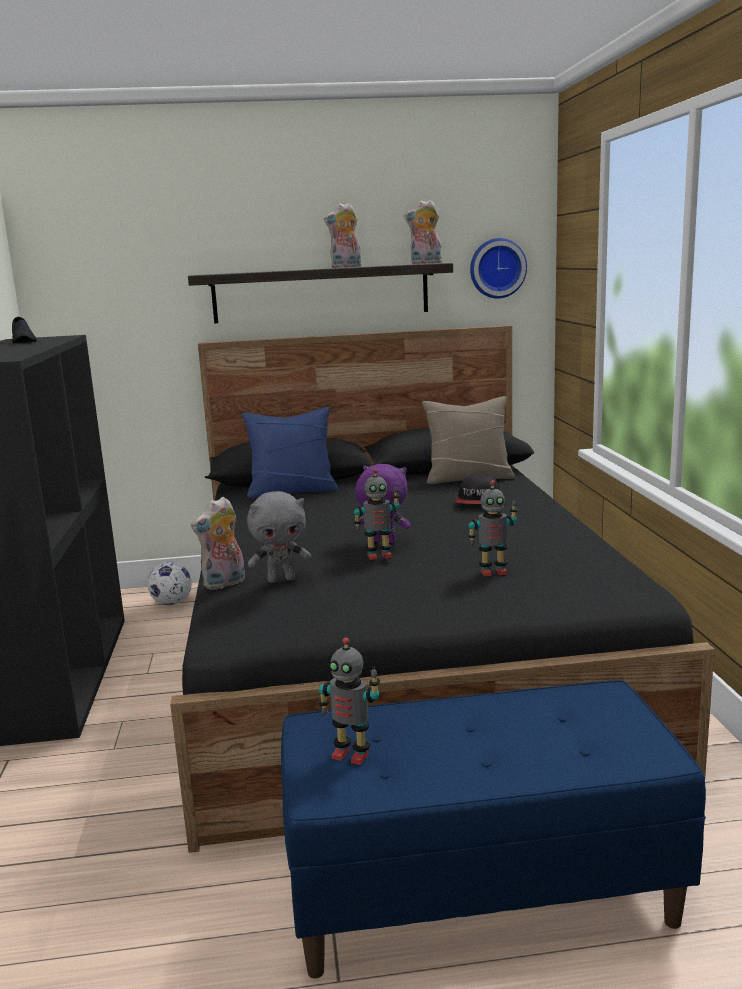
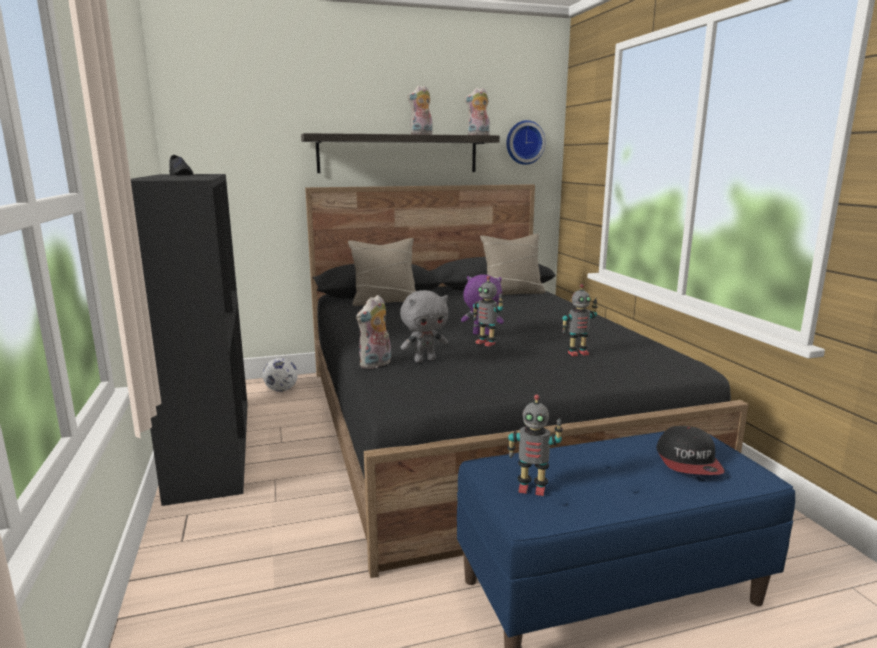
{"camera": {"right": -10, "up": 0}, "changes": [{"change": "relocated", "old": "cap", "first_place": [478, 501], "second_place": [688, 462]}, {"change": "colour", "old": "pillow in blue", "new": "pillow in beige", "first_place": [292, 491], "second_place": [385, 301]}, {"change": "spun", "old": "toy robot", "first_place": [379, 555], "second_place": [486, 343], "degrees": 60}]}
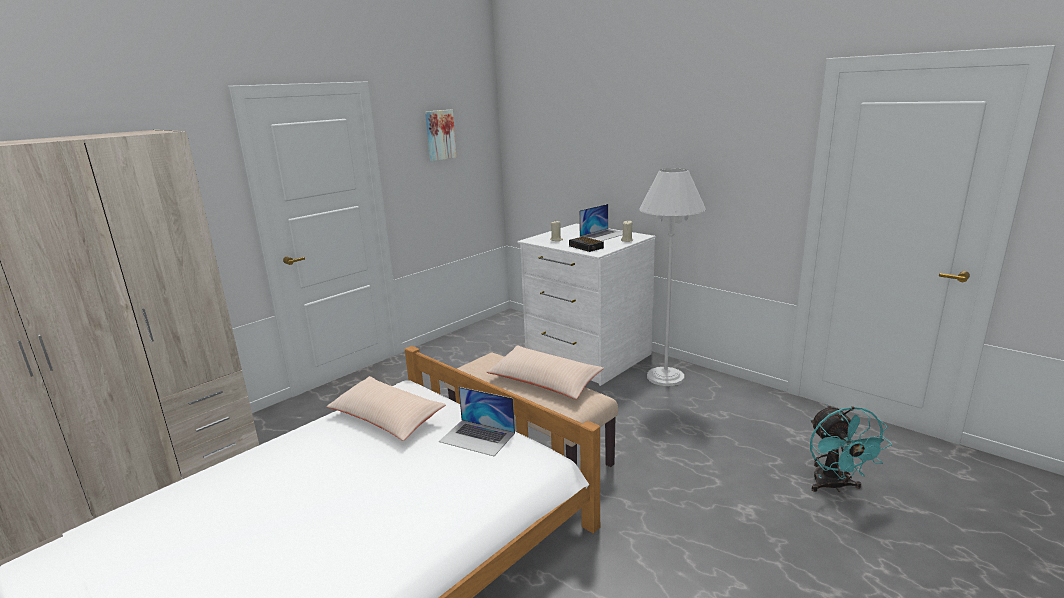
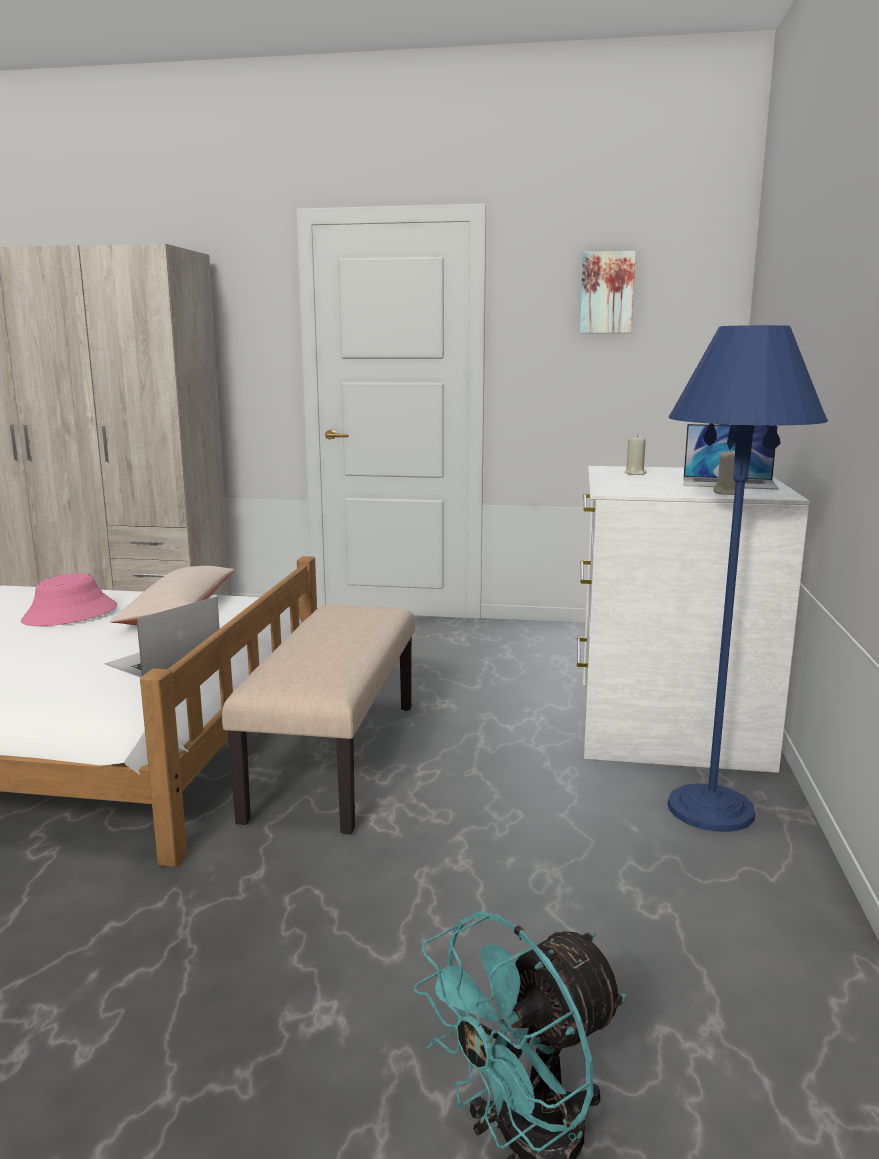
{"camera": {"right": 55, "up": -5}, "changes": [{"change": "missing", "old": "pillow in beige", "first_place": [544, 382]}, {"change": "missing", "old": "alarm clock", "first_place": [586, 247]}, {"change": "appeared", "new": "hat in pink", "second_place": [70, 614]}, {"change": "colour", "old": "floor lamp in white", "new": "floor lamp in blue", "first_place": [665, 377], "second_place": [710, 809]}, {"change": "spun", "old": "laptop", "first_place": [477, 437], "second_place": [164, 658], "degrees": 45}]}
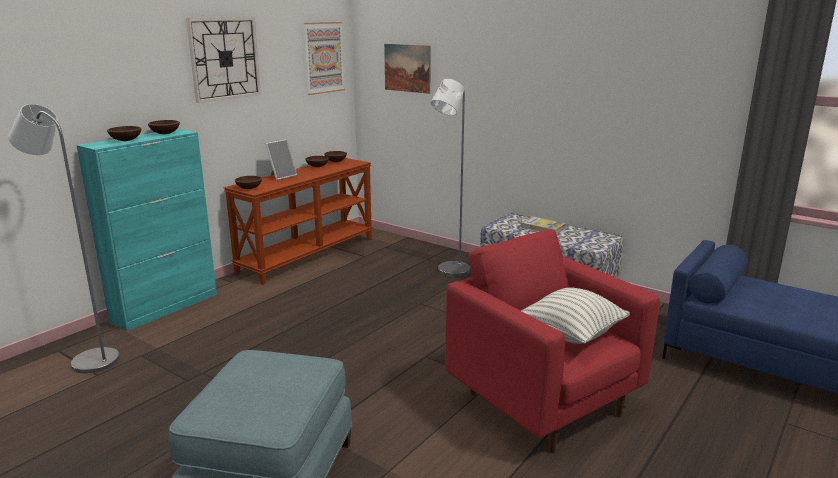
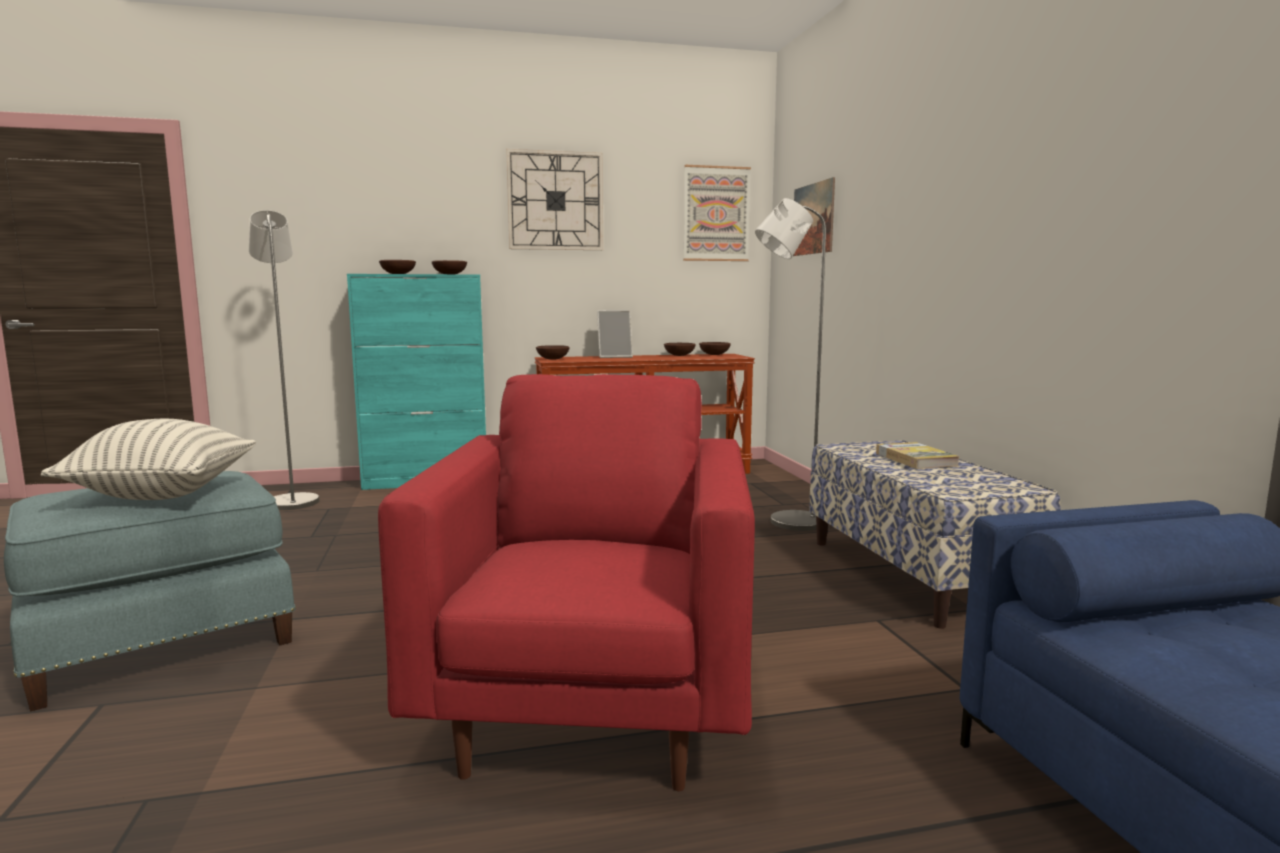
{"camera": {"right": 40, "up": -10}, "changes": [{"change": "relocated", "old": "pillow", "first_place": [571, 334], "second_place": [163, 494]}]}
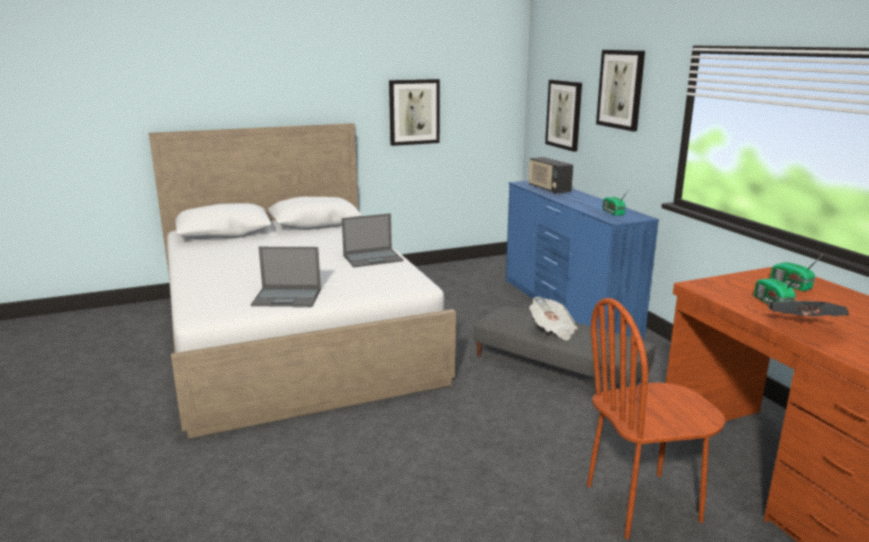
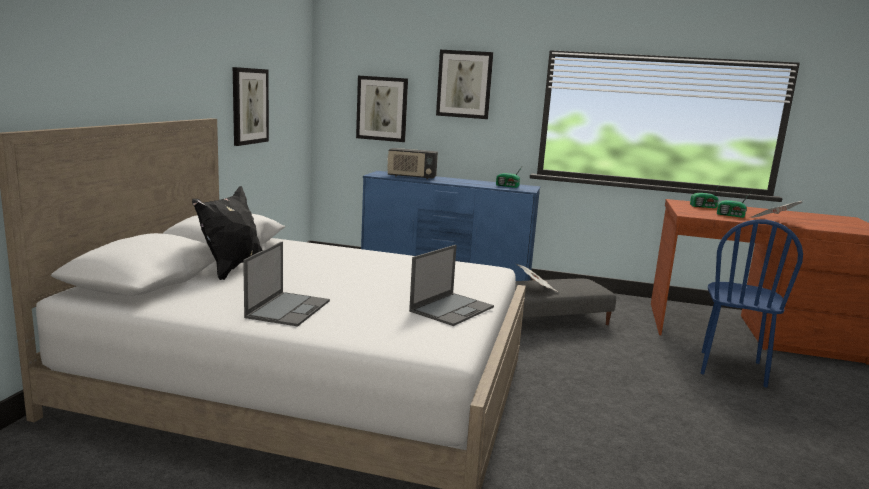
{"camera": {"right": -55, "up": -5}, "changes": [{"change": "appeared", "new": "pillow in black", "second_place": [231, 268]}, {"change": "relocated", "old": "laptop", "first_place": [373, 258], "second_place": [288, 309]}, {"change": "colour", "old": "chair in brown", "new": "chair in blue", "first_place": [643, 503], "second_place": [731, 368]}]}
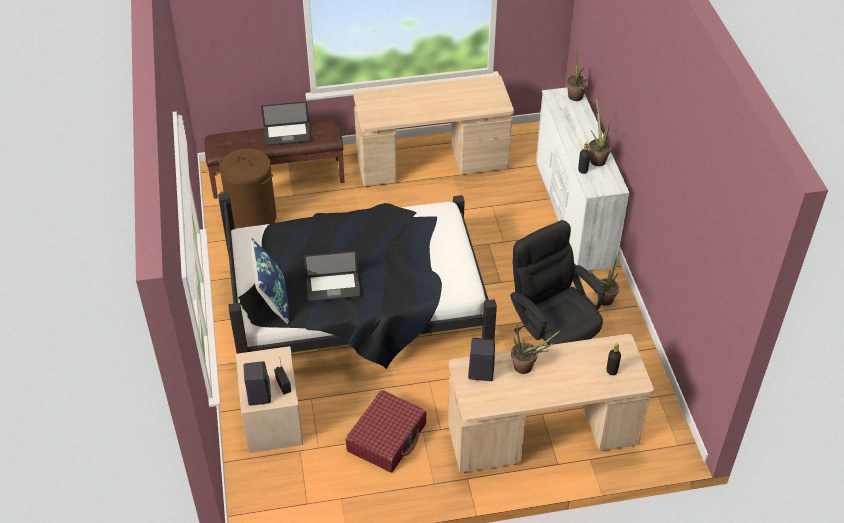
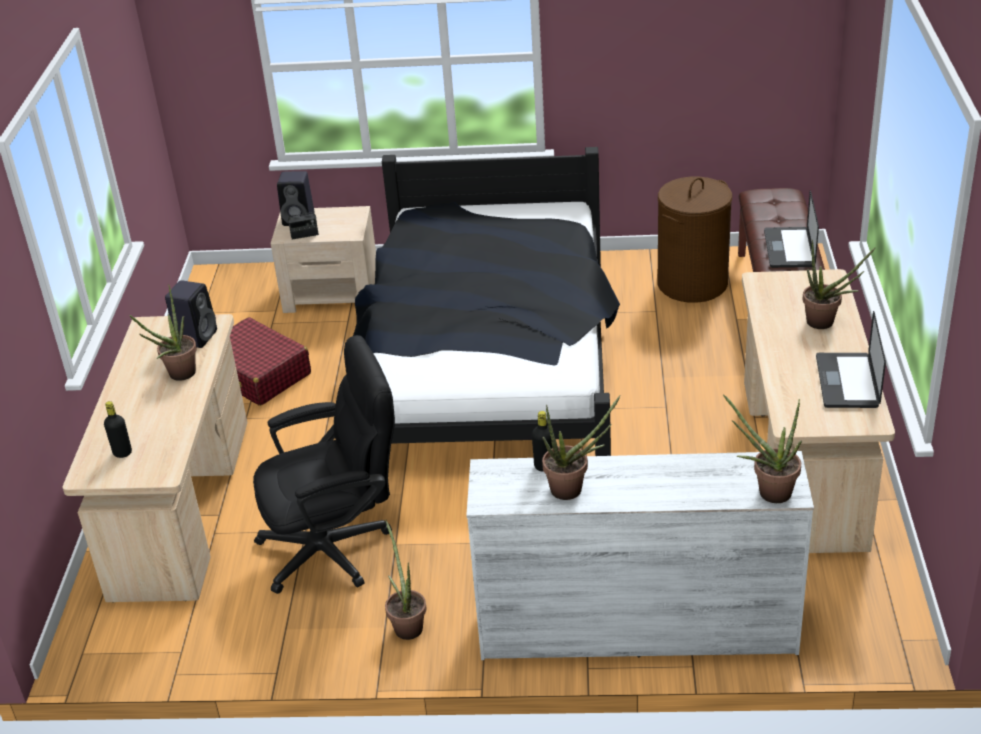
{"camera": {"right": 105, "up": -10}, "changes": [{"change": "missing", "old": "pillow in blue", "first_place": [272, 301]}, {"change": "appeared", "new": "potted plant", "second_place": [826, 323]}, {"change": "relocated", "old": "laptop", "first_place": [333, 288], "second_place": [847, 382]}]}
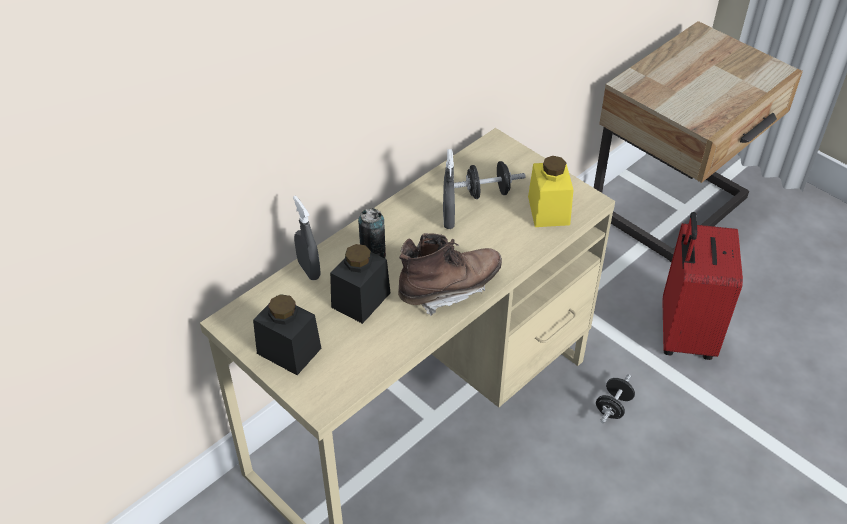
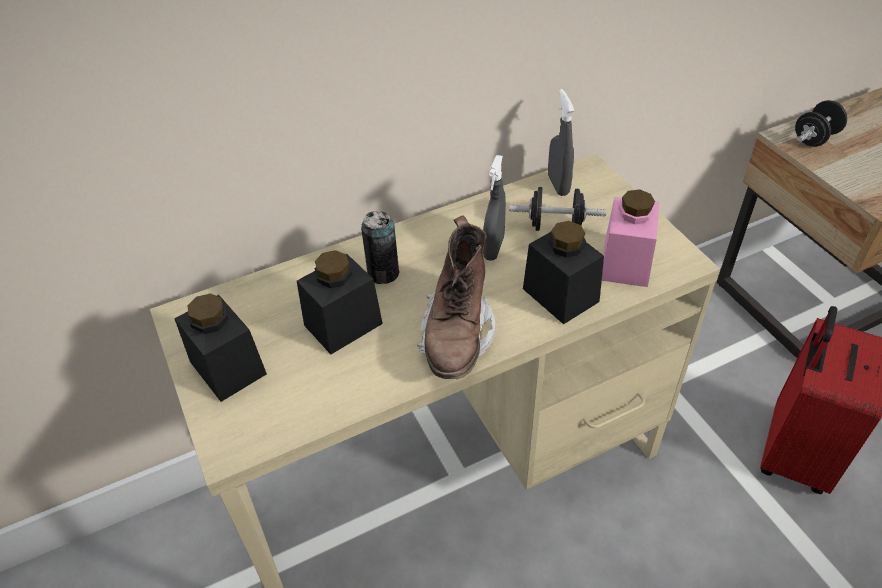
{"camera": {"right": 20, "up": 0}, "changes": [{"change": "appeared", "new": "jar in black", "second_place": [560, 295]}, {"change": "relocated", "old": "spray bottle in grey", "first_place": [309, 270], "second_place": [558, 185]}, {"change": "relocated", "old": "dumbbell in black", "first_place": [613, 407], "second_place": [815, 138]}, {"change": "colour", "old": "jar in yellow", "new": "jar in pink", "first_place": [548, 210], "second_place": [625, 263]}, {"change": "spun", "old": "boot in brown", "first_place": [449, 289], "second_place": [457, 335], "degrees": 105}]}
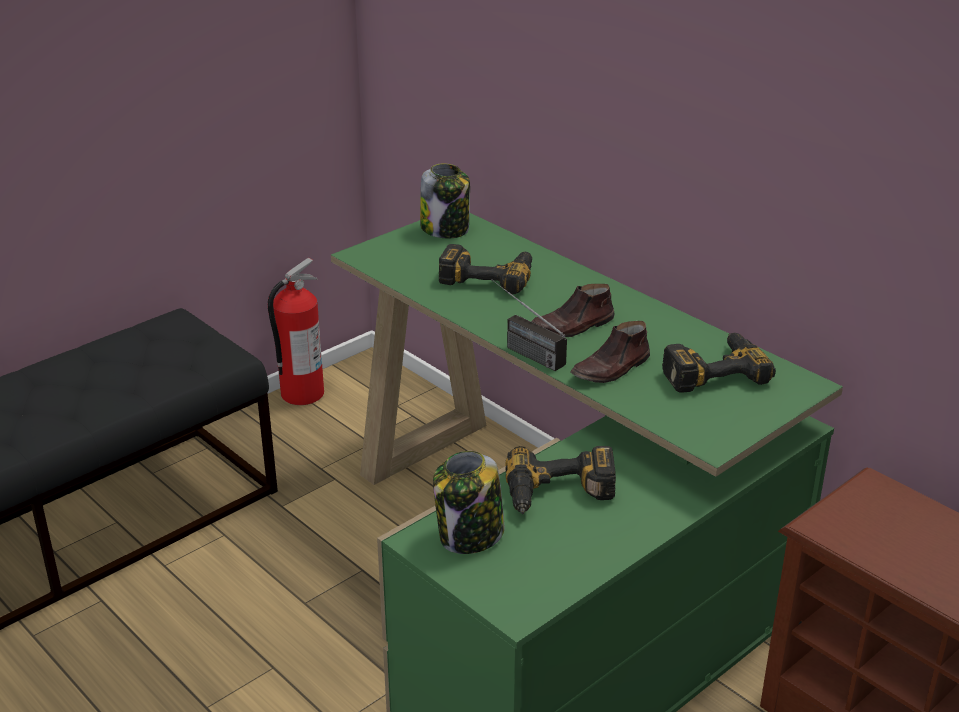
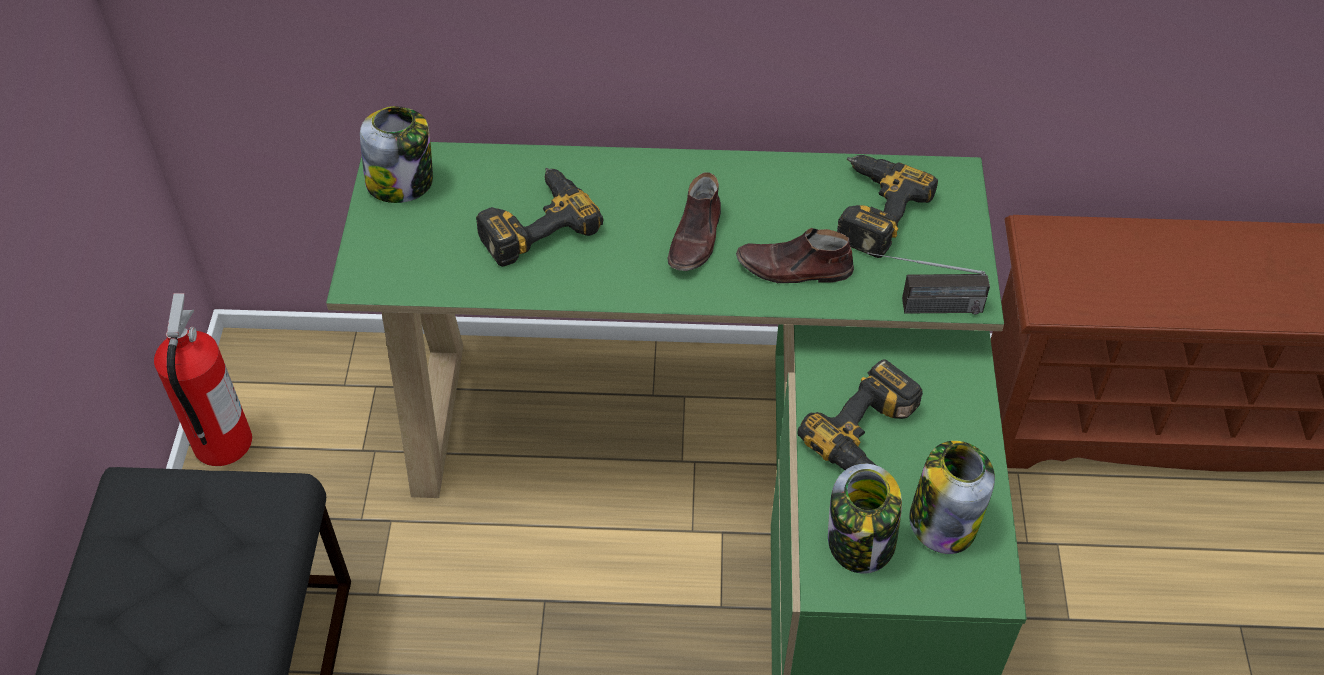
{"camera": {"right": -45, "up": 20}, "changes": [{"change": "appeared", "new": "jar", "second_place": [942, 521]}, {"change": "relocated", "old": "radio", "first_place": [521, 350], "second_place": [921, 307]}, {"change": "spun", "old": "shoe in brown", "first_place": [611, 369], "second_place": [794, 269], "degrees": 90}]}
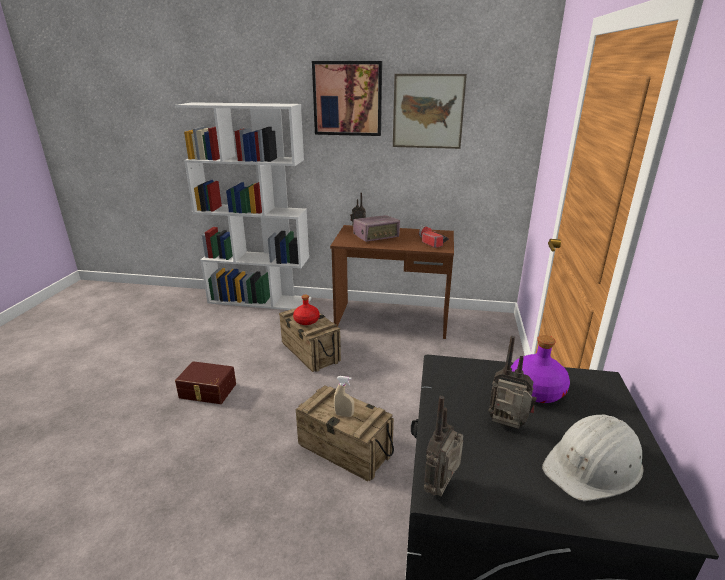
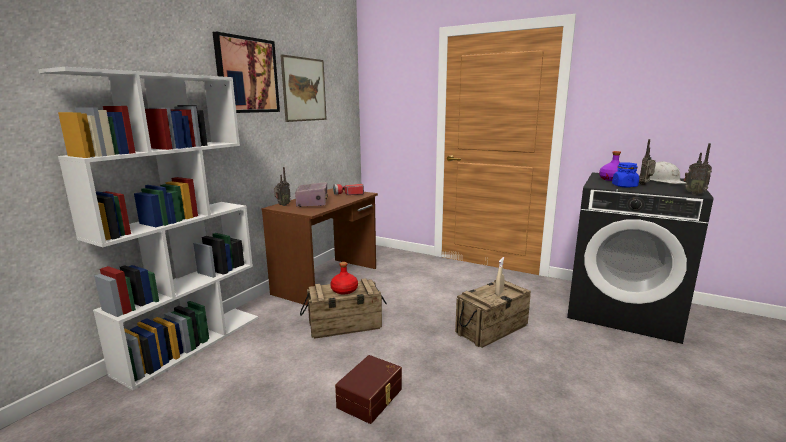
{"camera": {"right": -70, "up": -10}, "changes": [{"change": "appeared", "new": "jar in blue", "second_place": [624, 186]}]}
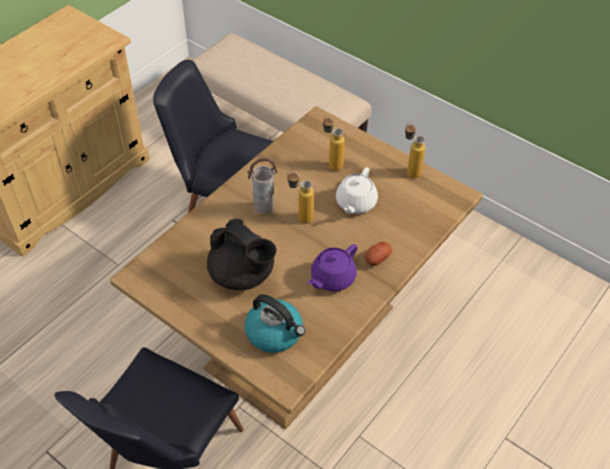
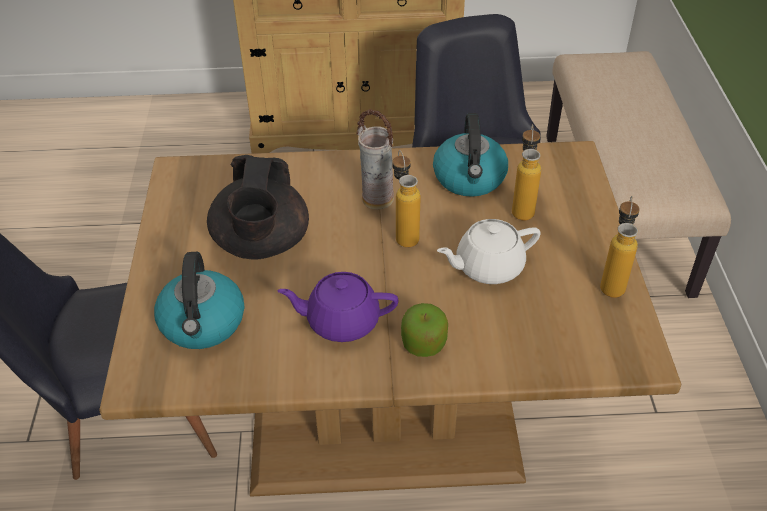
{"camera": {"right": 50, "up": -5}, "changes": [{"change": "appeared", "new": "kettle", "second_place": [470, 179]}, {"change": "exchanged", "old": "potato", "new": "apple", "first_place": [377, 258], "second_place": [423, 344]}]}
